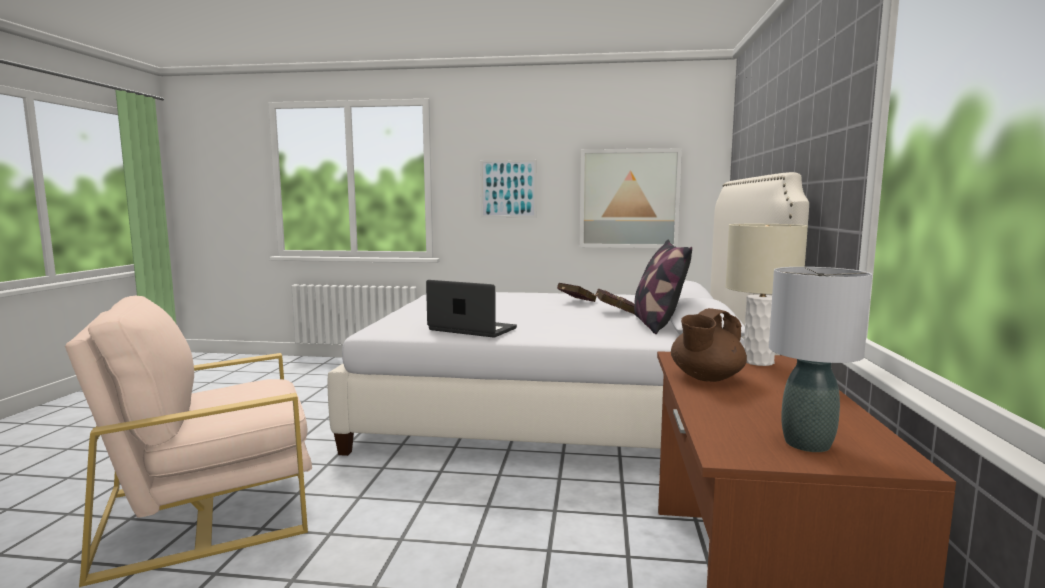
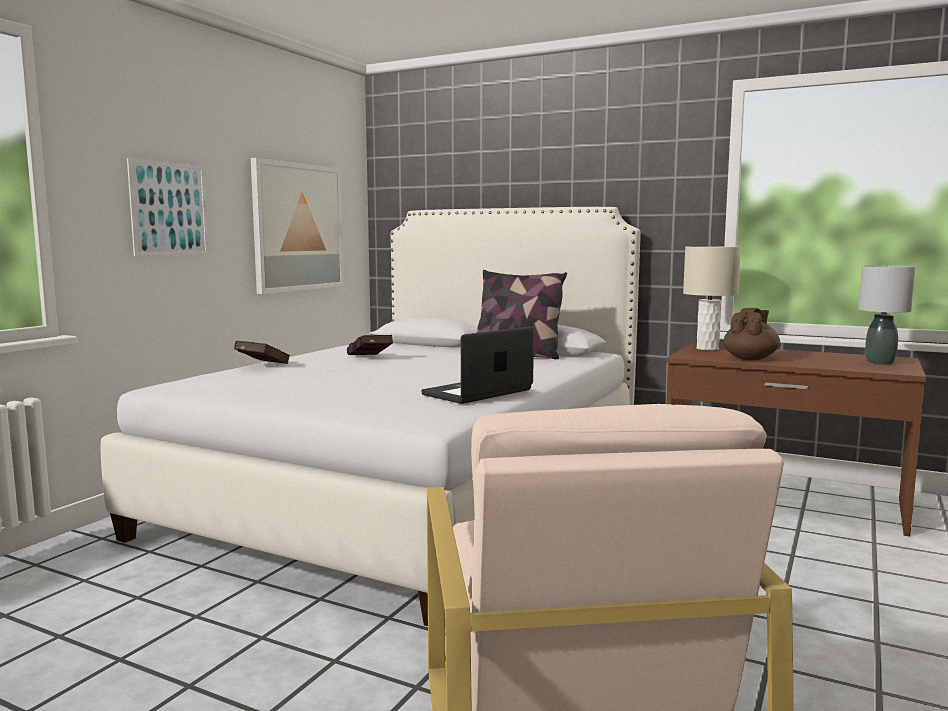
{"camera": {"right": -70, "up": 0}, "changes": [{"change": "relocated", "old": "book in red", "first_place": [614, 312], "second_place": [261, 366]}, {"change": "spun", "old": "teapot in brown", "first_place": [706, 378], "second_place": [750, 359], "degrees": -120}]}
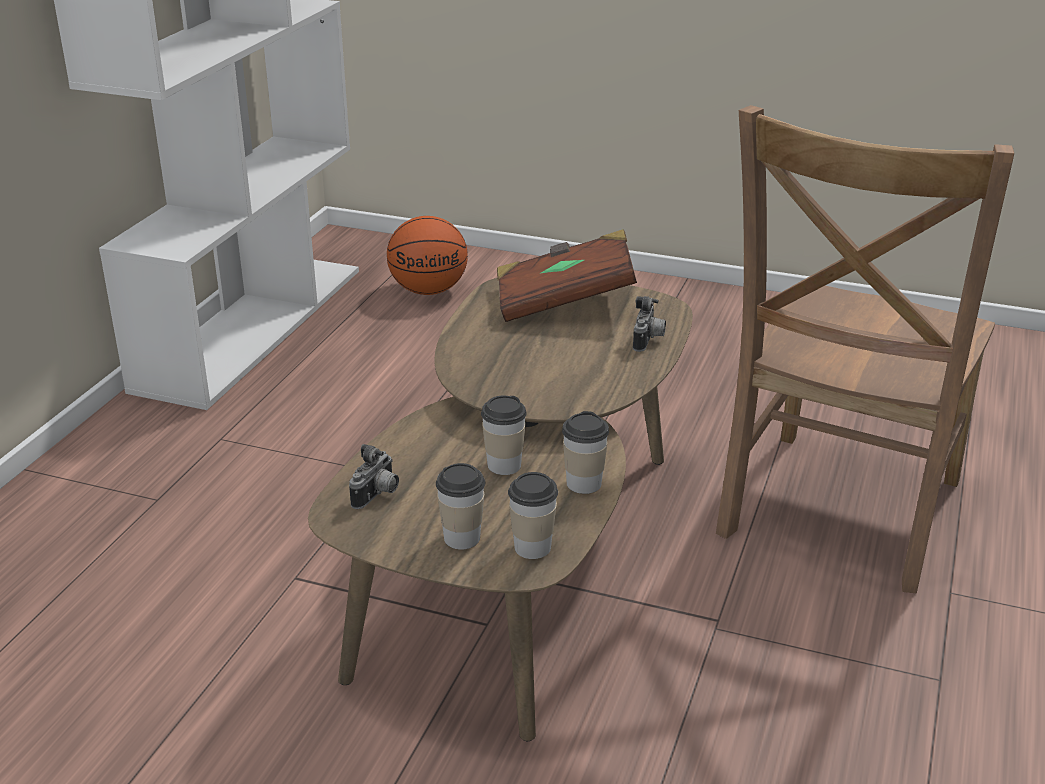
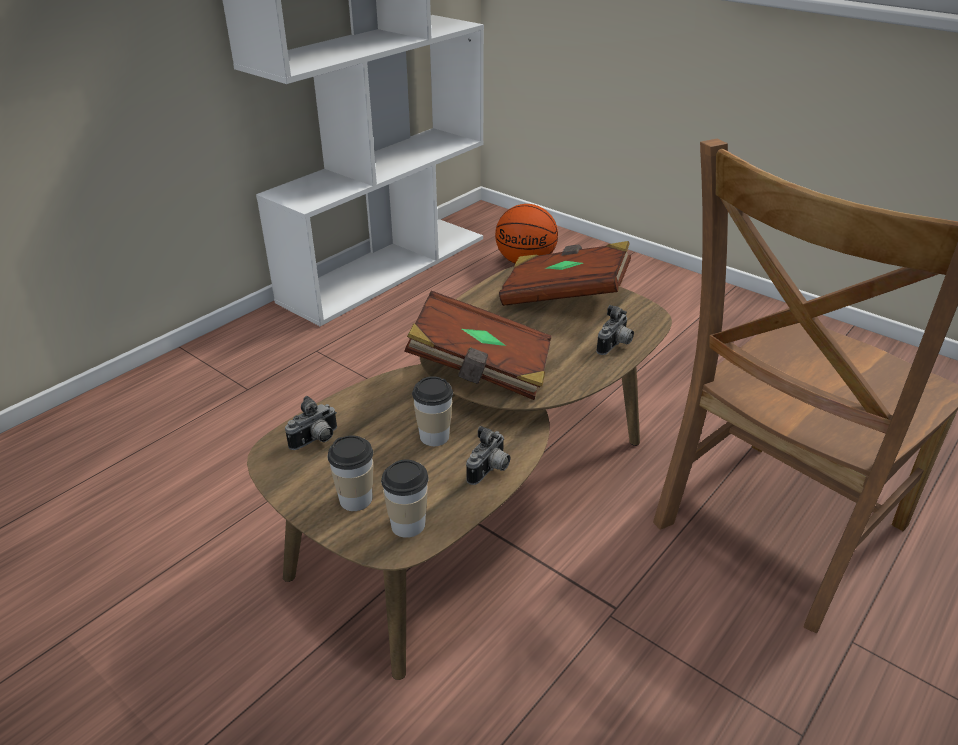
{"camera": {"right": 20, "up": 5}, "changes": [{"change": "appeared", "new": "book in brown", "second_place": [480, 369]}, {"change": "exchanged", "old": "cup", "new": "photo camera", "first_place": [583, 484], "second_place": [490, 471]}]}
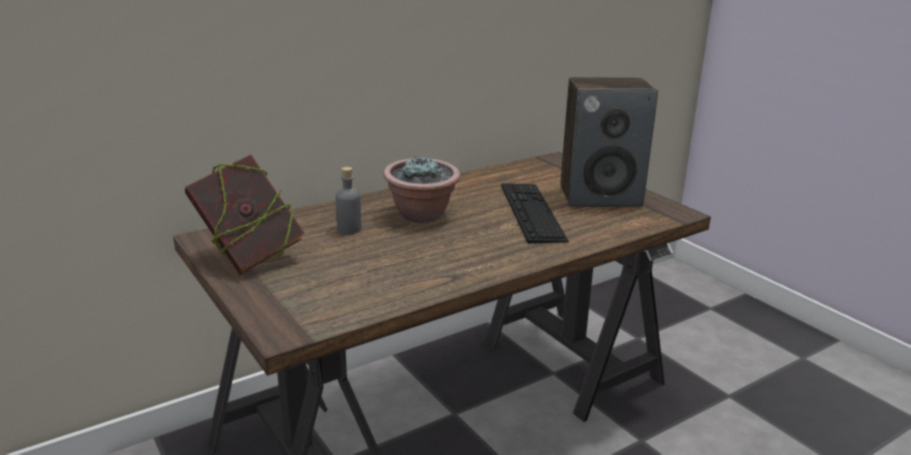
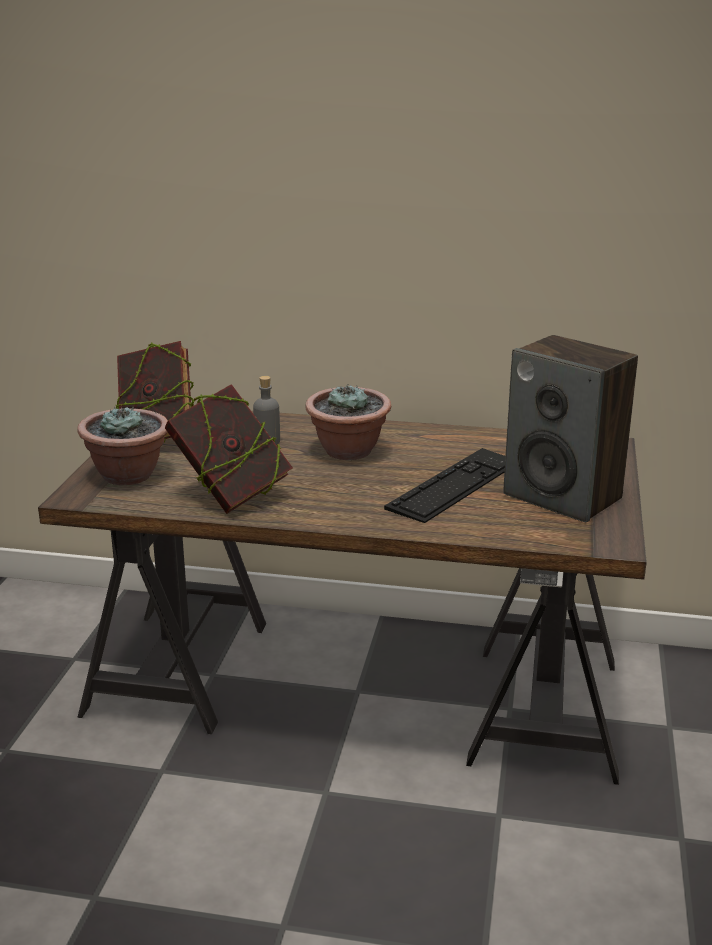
{"camera": {"right": 45, "up": 0}, "changes": [{"change": "appeared", "new": "potted plant", "second_place": [128, 475]}, {"change": "appeared", "new": "book", "second_place": [231, 496]}]}
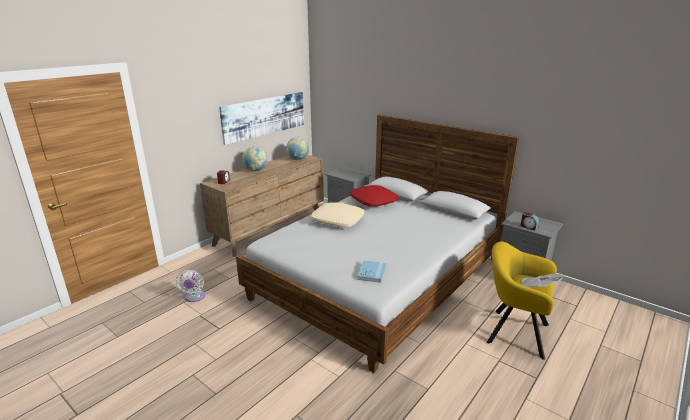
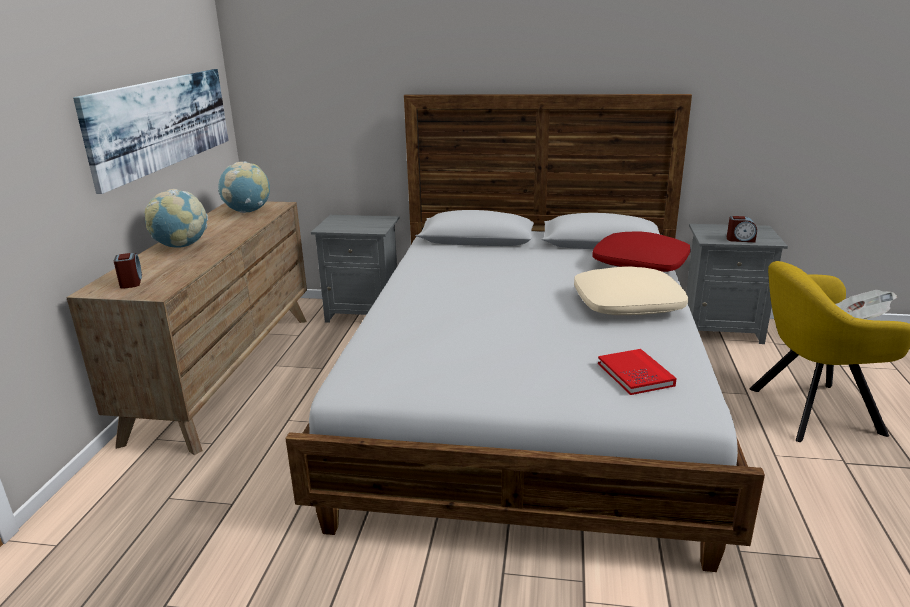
{"camera": {"right": -30, "up": 0}, "changes": [{"change": "missing", "old": "fan in white", "first_place": [194, 297]}, {"change": "relocated", "old": "pillow in beige", "first_place": [338, 220], "second_place": [627, 303]}, {"change": "relocated", "old": "pillow in red", "first_place": [373, 201], "second_place": [639, 264]}, {"change": "colour", "old": "book in blue", "new": "book in red", "first_place": [371, 272], "second_place": [635, 374]}]}
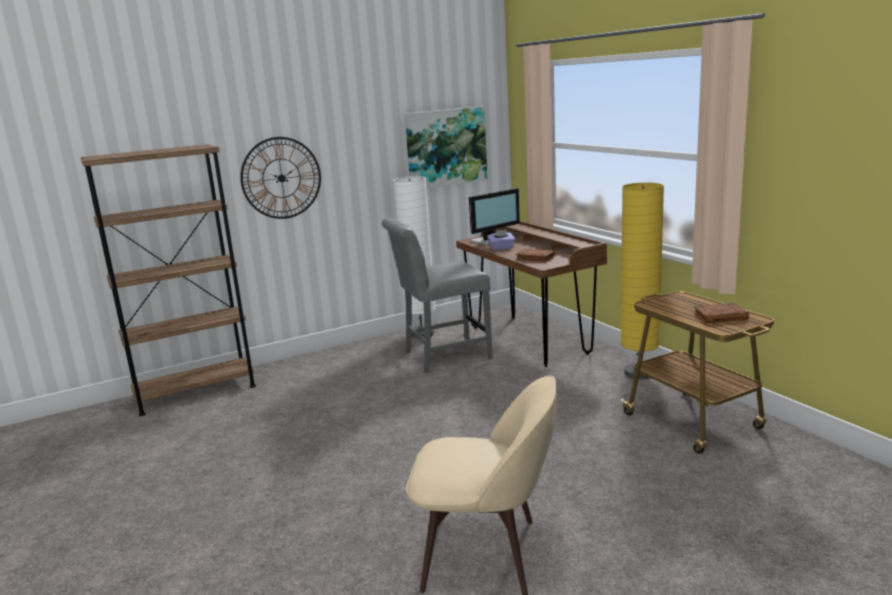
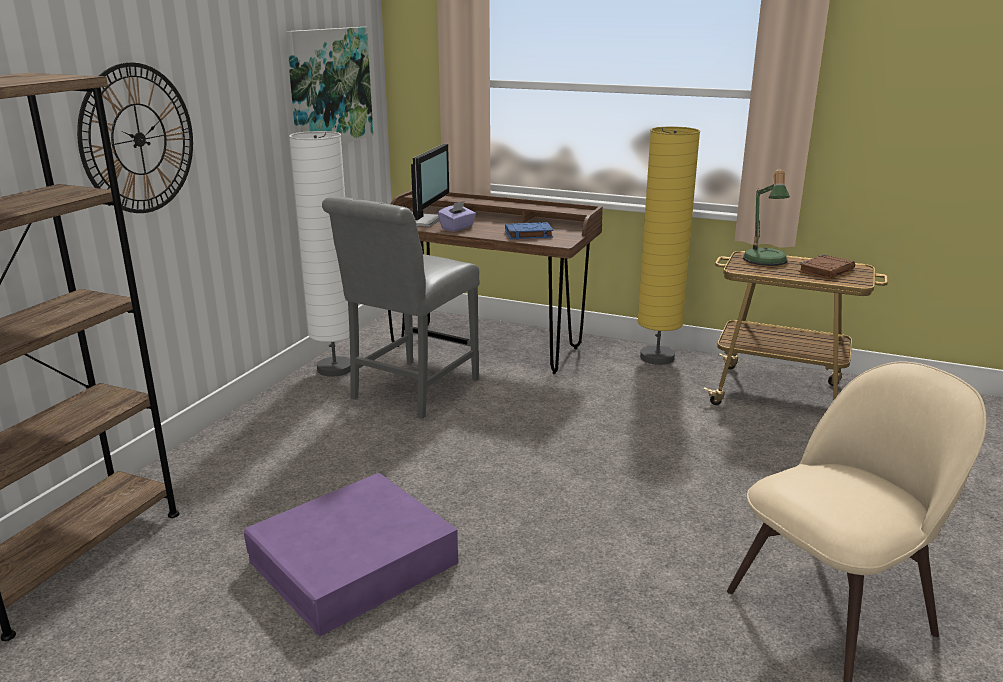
{"camera": {"right": -40, "up": 5}, "changes": [{"change": "appeared", "new": "storage box in purple", "second_place": [354, 562]}, {"change": "appeared", "new": "table lamp", "second_place": [765, 262]}, {"change": "colour", "old": "book in brown", "new": "book in blue", "first_place": [535, 258], "second_place": [528, 234]}]}
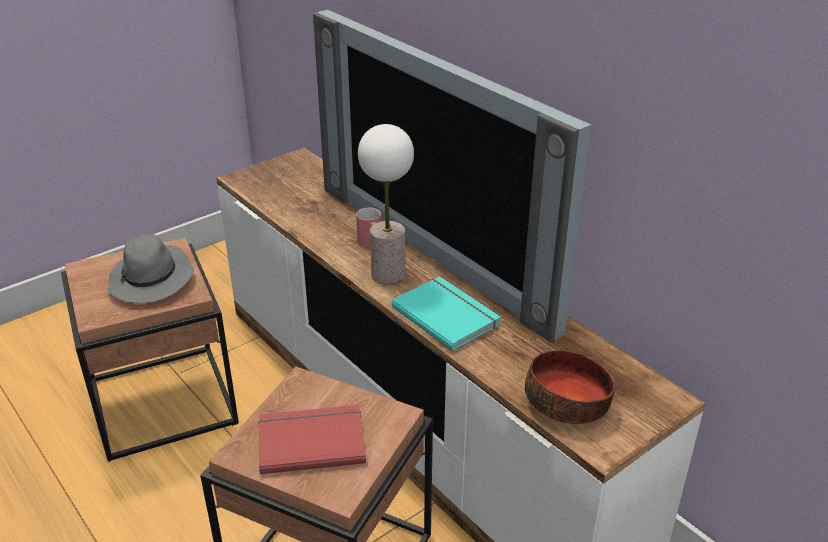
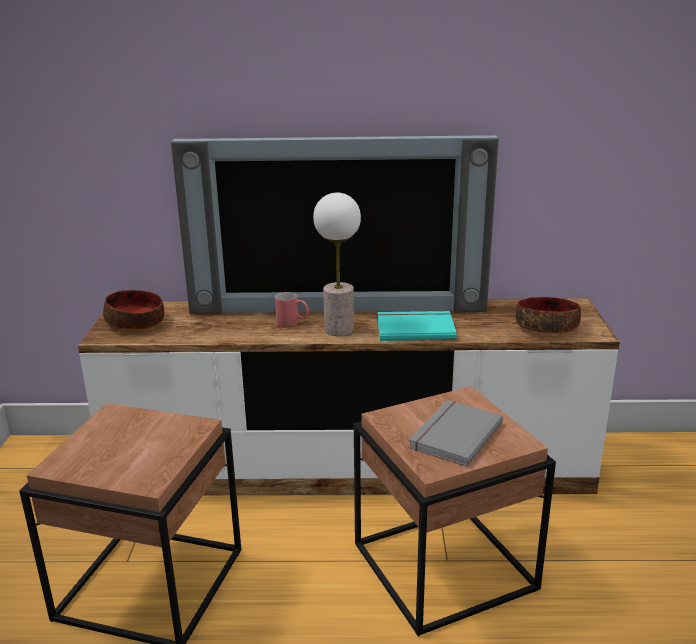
{"camera": {"right": -50, "up": -10}, "changes": [{"change": "missing", "old": "hat in grey", "first_place": [152, 280]}, {"change": "appeared", "new": "bowl", "second_place": [136, 323]}, {"change": "colour", "old": "book in red", "new": "book in grey", "first_place": [311, 440], "second_place": [453, 435]}]}
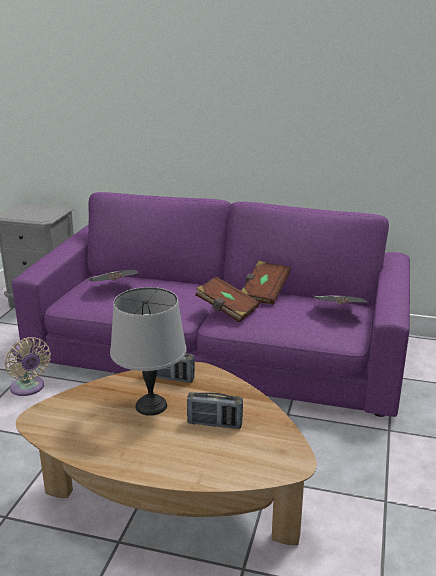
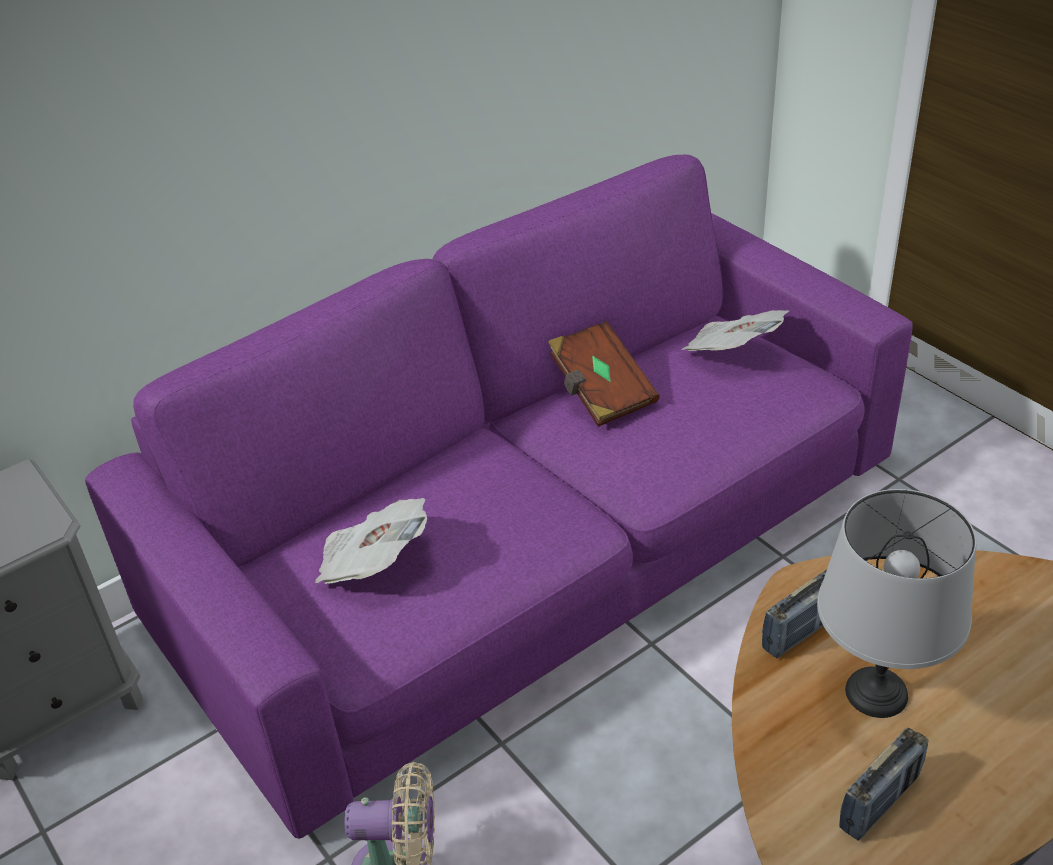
{"camera": {"right": -50, "up": 15}, "changes": [{"change": "missing", "old": "book in brown", "first_place": [227, 310]}, {"change": "relocated", "old": "radio", "first_place": [214, 424], "second_place": [879, 802]}]}
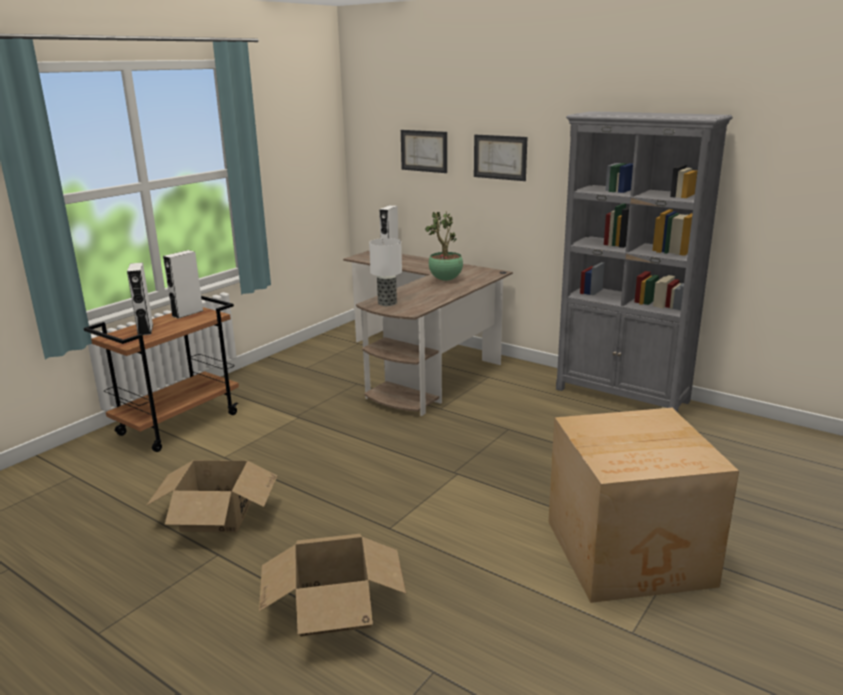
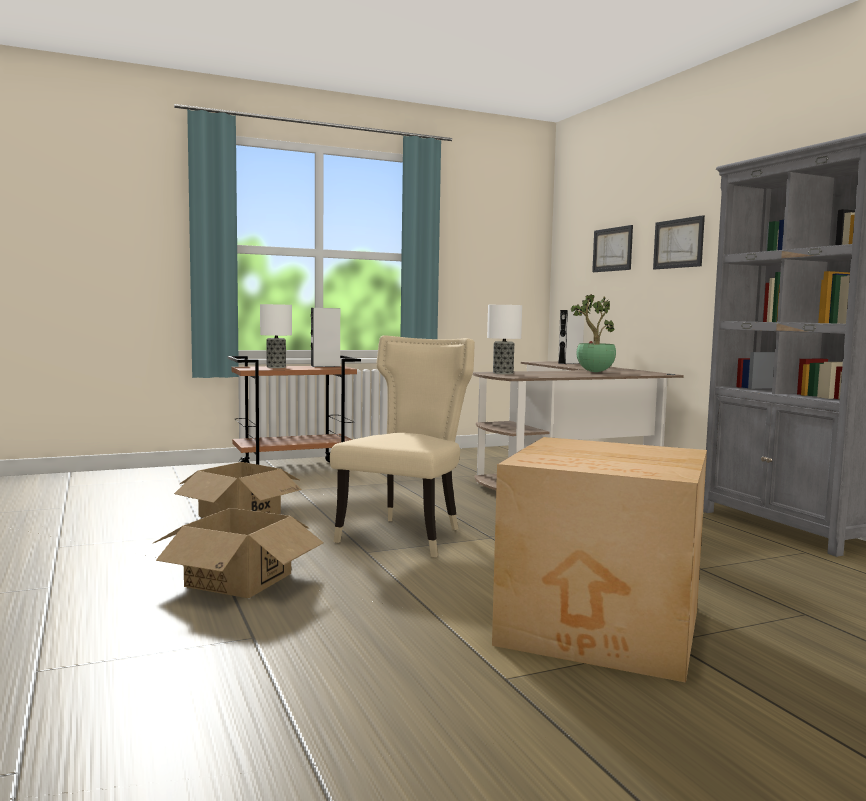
{"camera": {"right": 30, "up": -15}, "changes": [{"change": "appeared", "new": "chair in beige", "second_place": [406, 535]}, {"change": "exchanged", "old": "speaker in white", "new": "table lamp", "first_place": [145, 329], "second_place": [276, 367]}]}
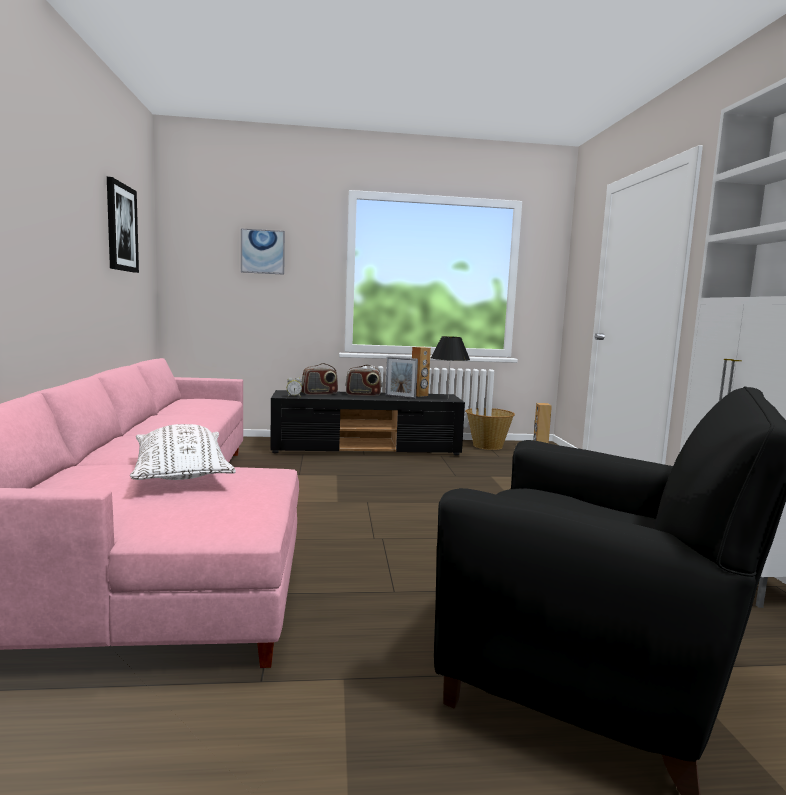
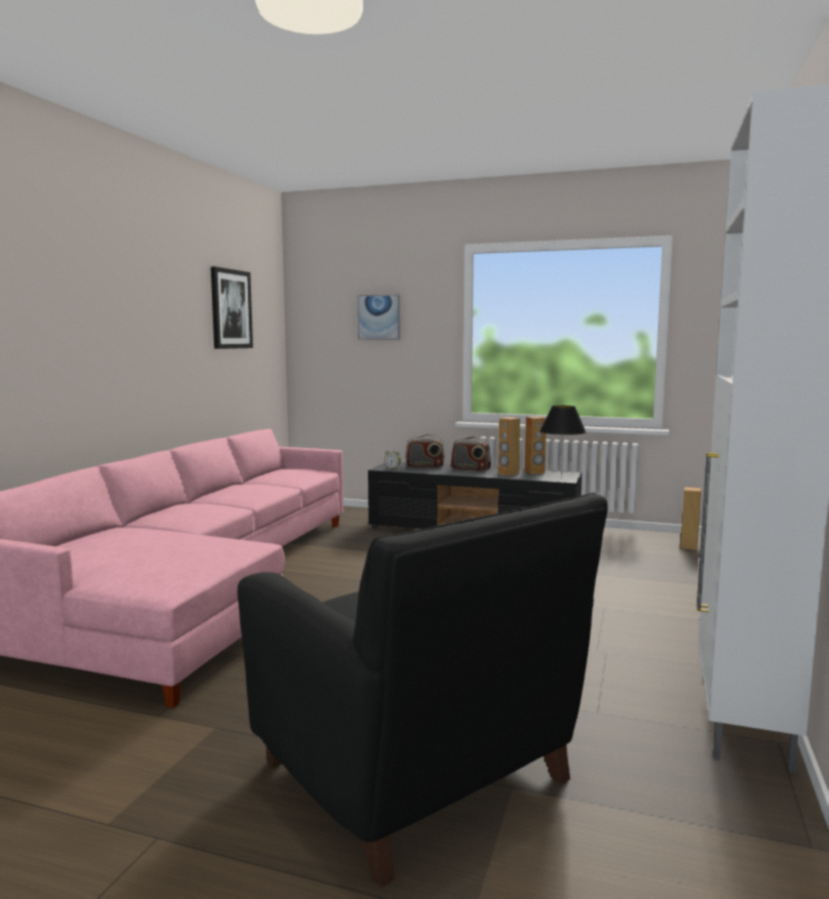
{"camera": {"right": 25, "up": 0}, "changes": [{"change": "missing", "old": "pillow in white", "first_place": [181, 472]}, {"change": "missing", "old": "basket", "first_place": [487, 446]}, {"change": "exchanged", "old": "picture frame", "new": "speaker in brown", "first_place": [400, 397], "second_place": [508, 474]}]}
